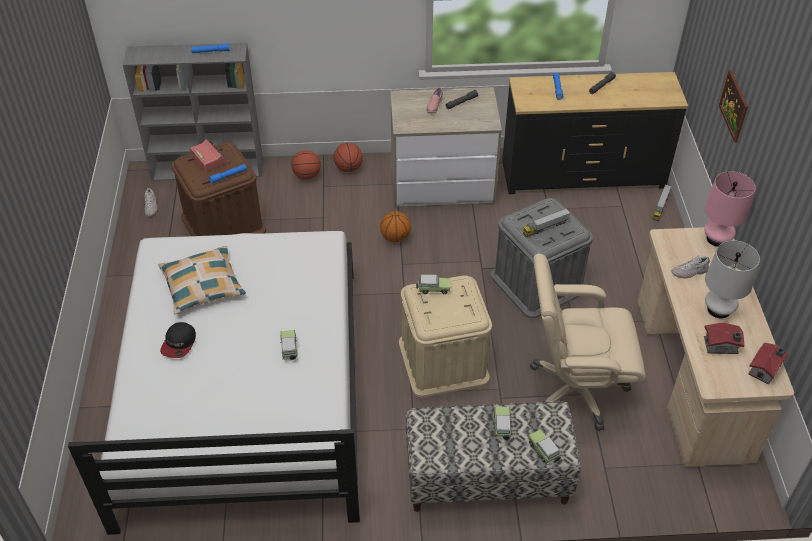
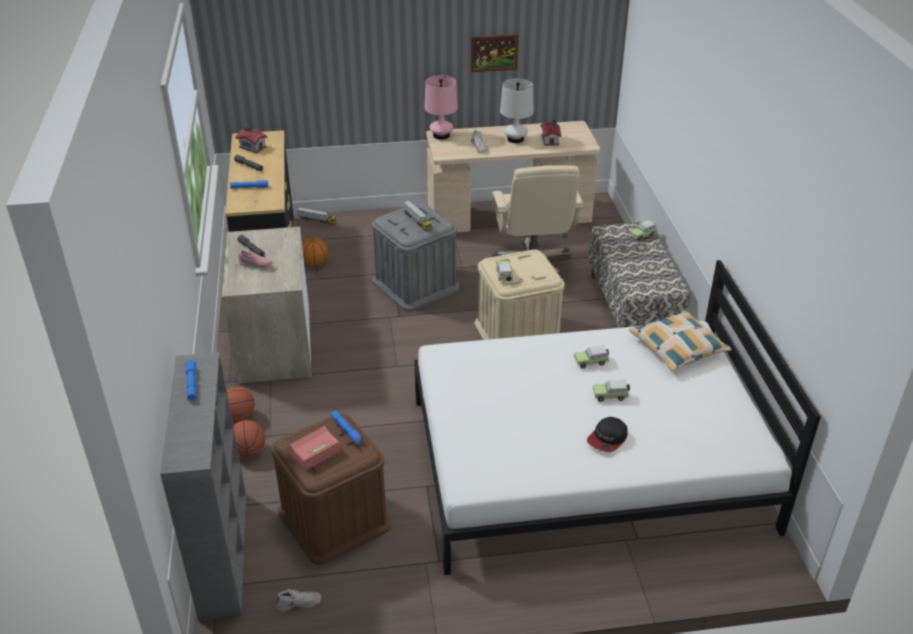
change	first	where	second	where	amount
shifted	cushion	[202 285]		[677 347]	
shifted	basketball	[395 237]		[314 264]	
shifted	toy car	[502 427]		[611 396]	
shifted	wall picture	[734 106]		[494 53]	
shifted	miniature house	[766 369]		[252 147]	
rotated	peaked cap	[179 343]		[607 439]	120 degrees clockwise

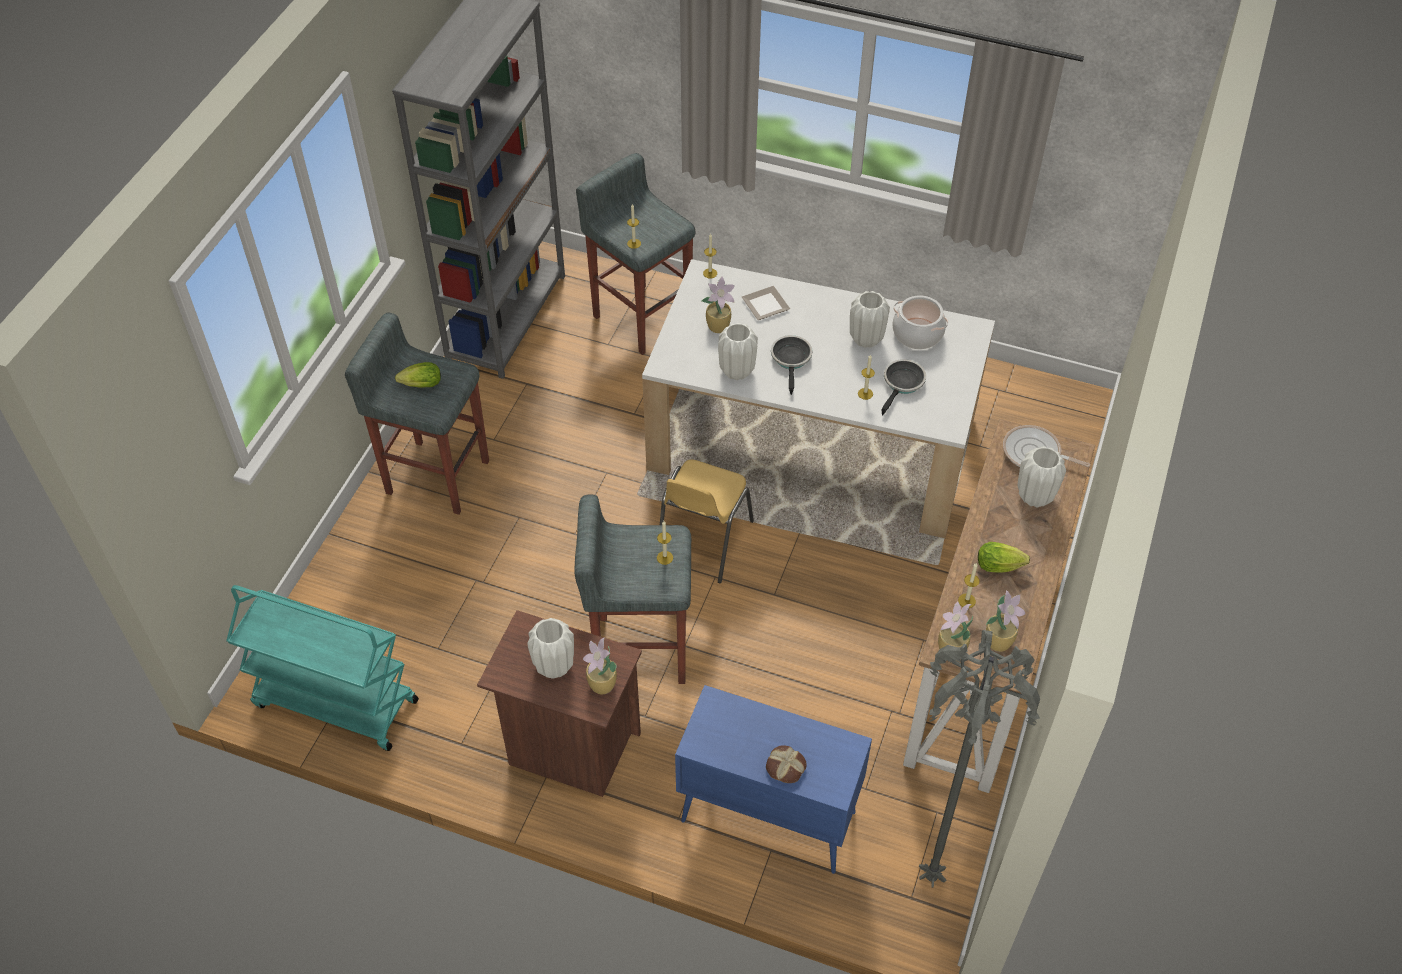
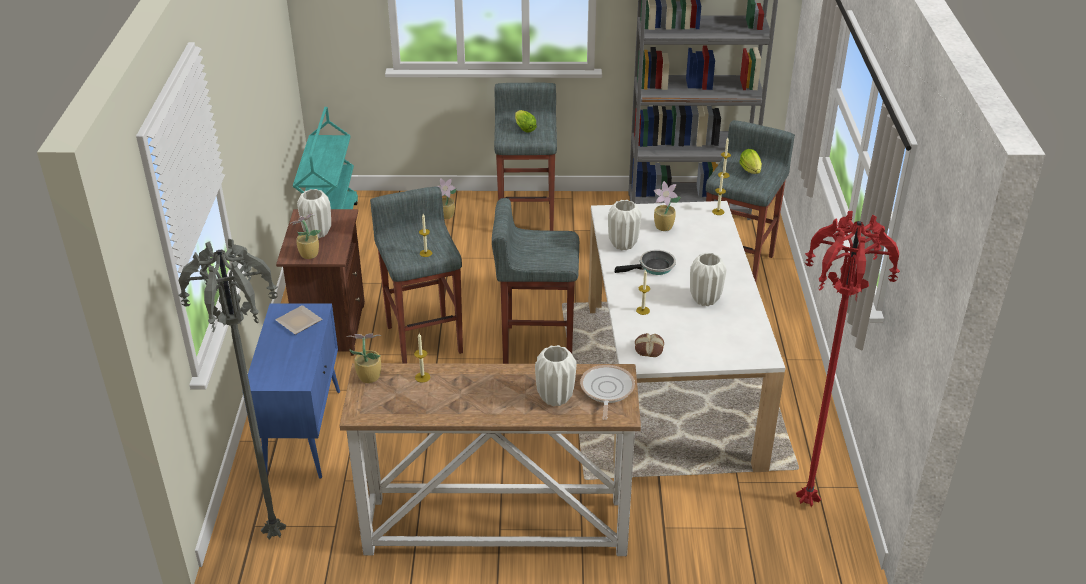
change	first	where	second	where	amount
gone	frying pan	[902 384]			
gone	cooking pot	[918 334]			
new			red standing lamp	[804 501]	
shifted	flat dish	[765 306]		[297 322]	
shifted	baked bread	[785 767]		[648 348]	
shifted	lettuce	[1001 566]		[751 172]	
shifted	potted plant	[999 641]		[447 216]	
swapped	yellow-coloured upright chair	[703 541]	grey stool seat	[537 345]	

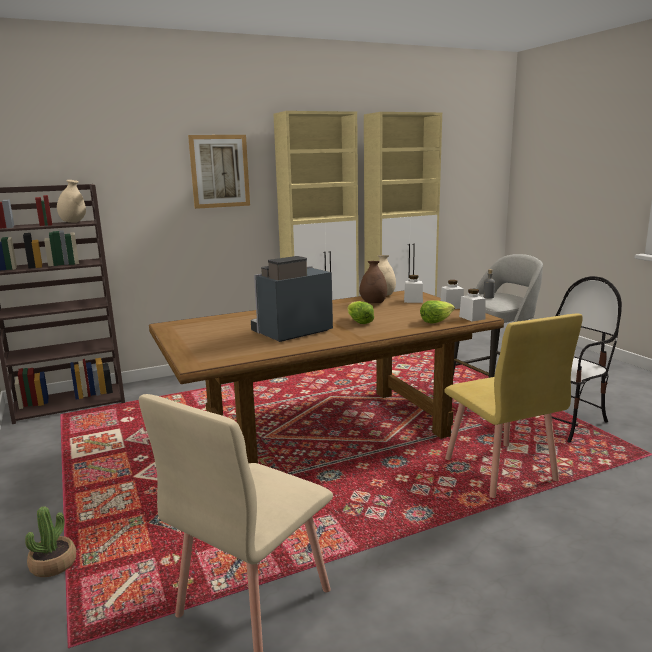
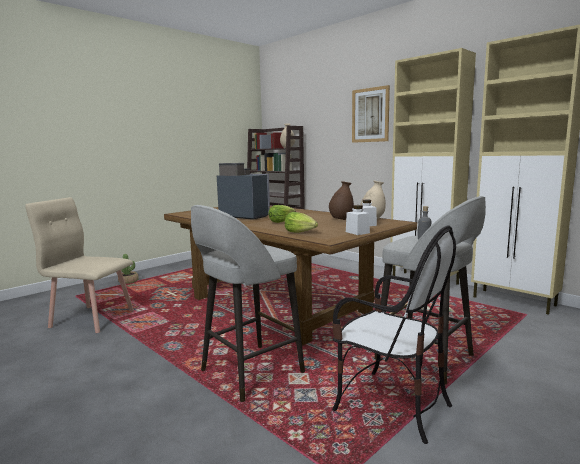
change	first	where	second	where	amount
gone	white storage jar	[472 318]			
swapped	yellow-coloured upright chair	[499 470]	grey stool seat	[249 372]	

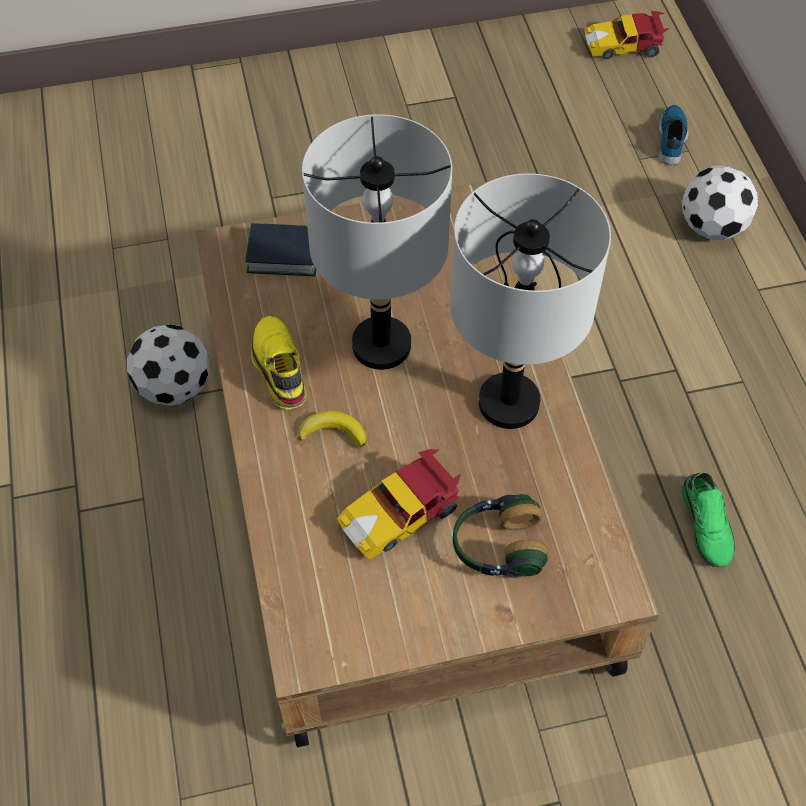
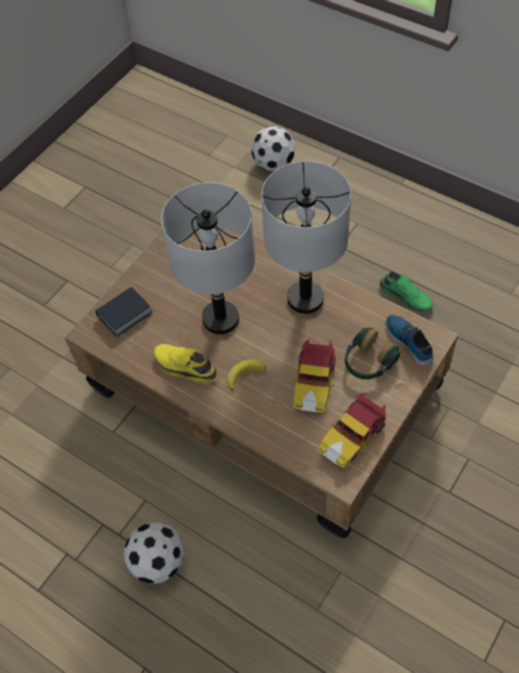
change	first	where	second	where	amount
shifted	football ball	[174 387]		[157 562]	
shifted	toy car	[624 46]		[352 436]	
shifted	shoe	[672 139]		[409 341]	

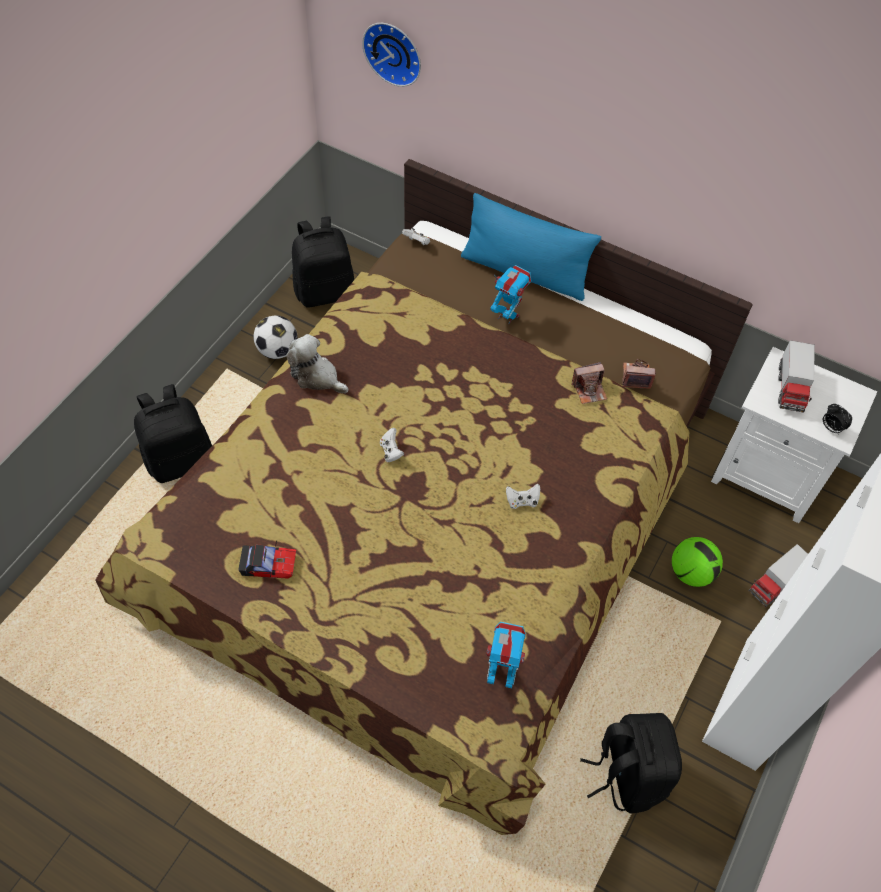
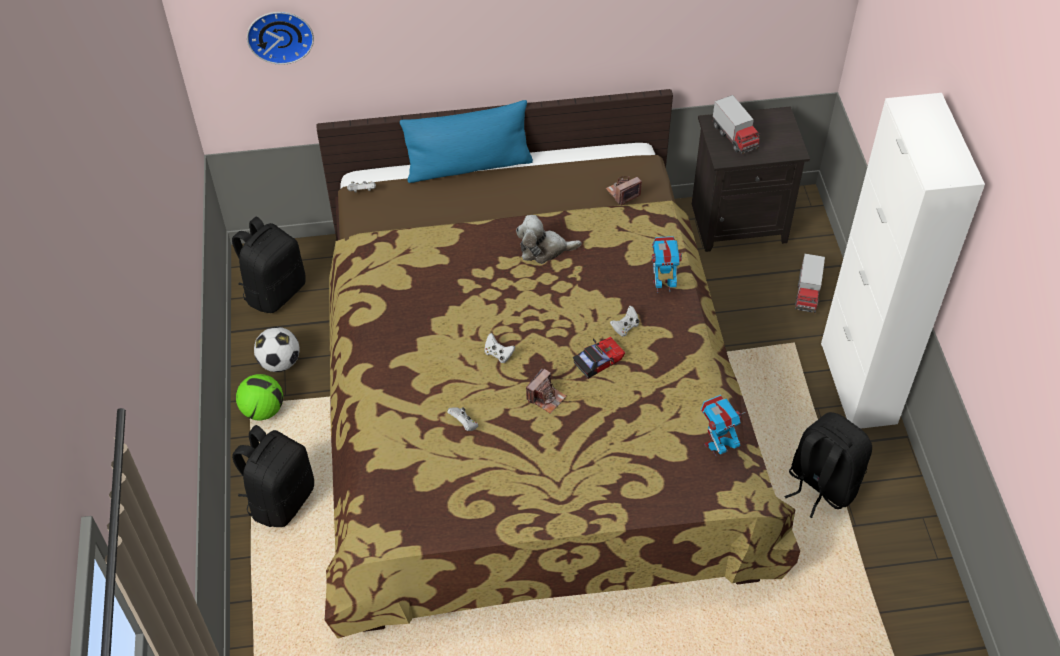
change	first	where	second	where	amount
gone	alarm clock	[831 428]			
new			white game controller	[464 424]	
shifted	toy car	[268 564]		[598 360]	
shifted	soft toy	[317 376]		[544 249]	
shifted	model robot	[507 316]		[662 286]	
shifted	still camera	[589 390]		[546 397]	
shifted	football ball	[691 572]		[263 410]	
repainted	white nightstand	[769 474]	black nightstand	[740 221]	

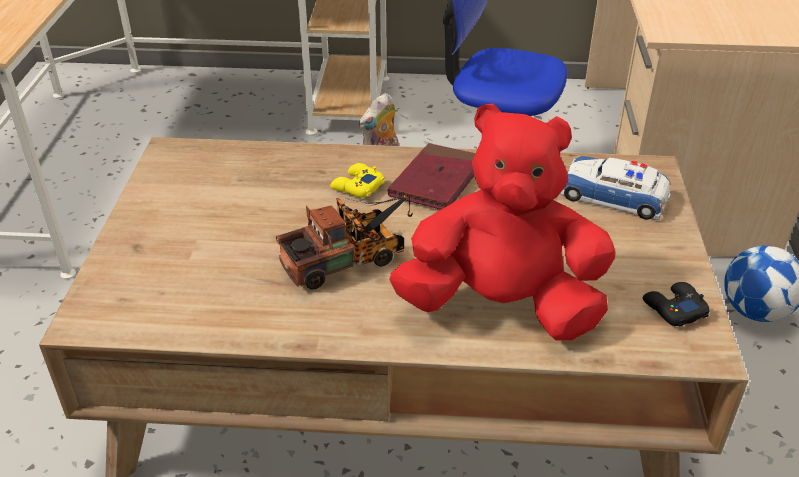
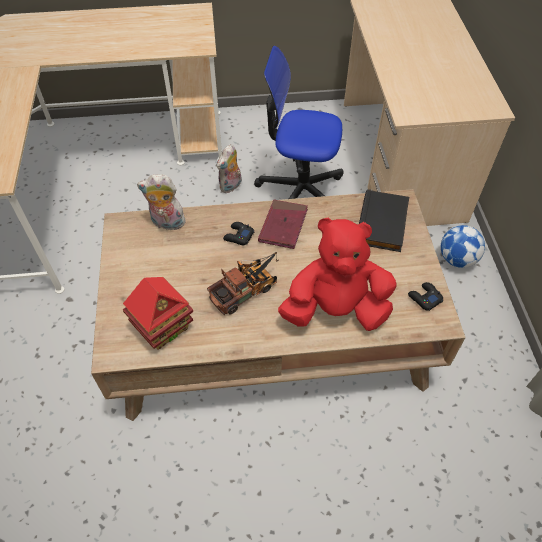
change	first	where	second	where	amount
new			miniature house	[163 327]	
new			soft toy	[166 223]	
swapped	toy car	[614 196]	black volume	[383 224]	
repainted	yellow-coloured game controller	[357 186]	black game controller	[238 236]	

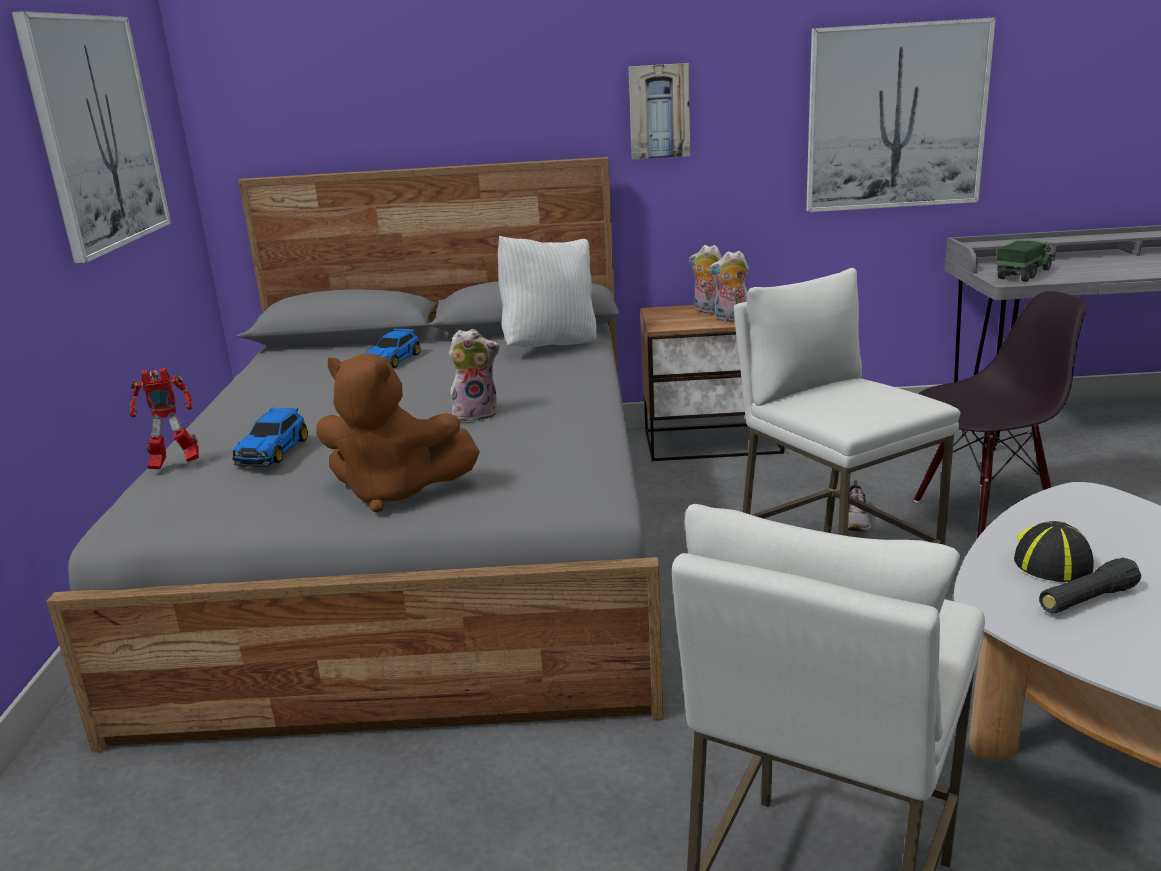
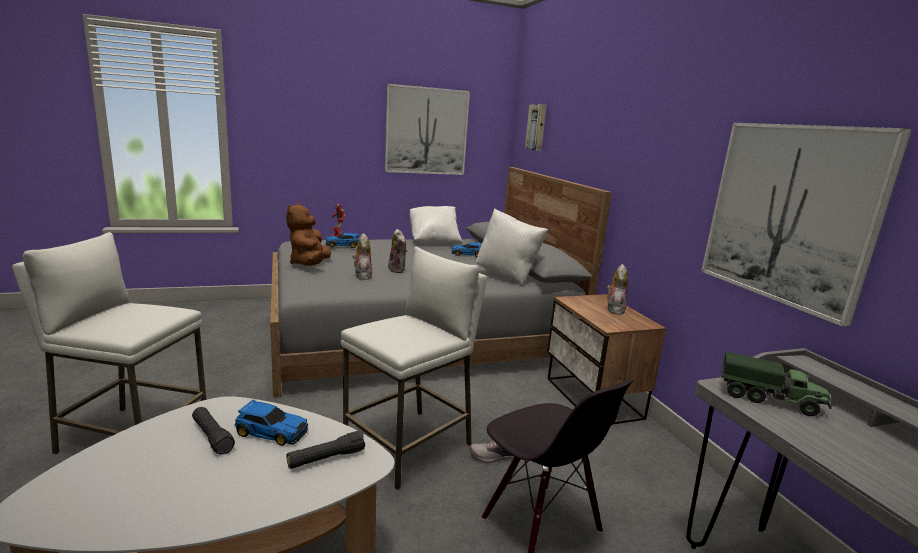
change	first	where	second	where	amount
new			black torch	[326 458]	
new			white cushion	[434 242]	
shifted	wall picture	[659 111]		[537 127]	
shifted	soft toy	[731 320]		[362 276]	
swapped	peaked cap	[1050 556]	toy car	[271 431]	

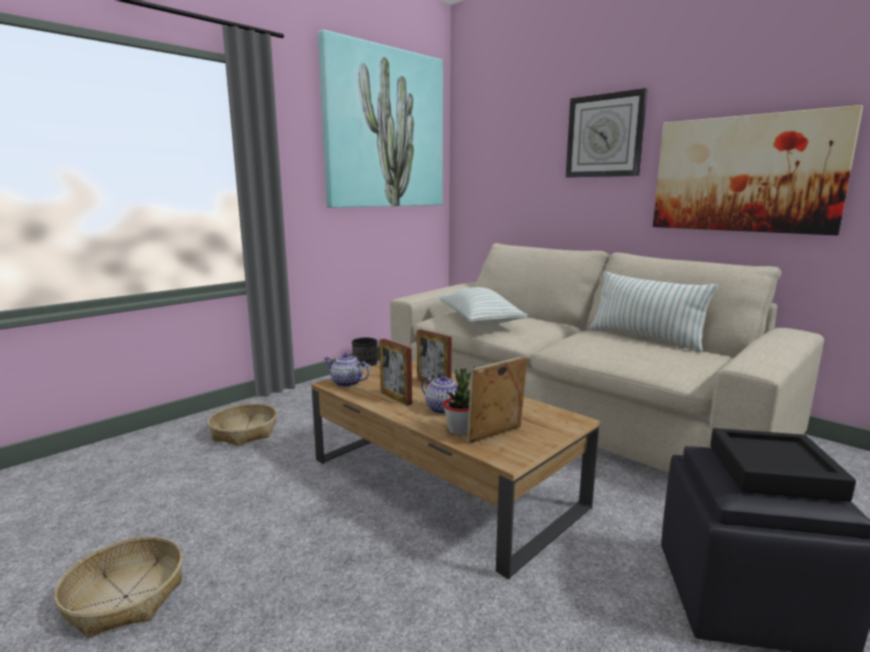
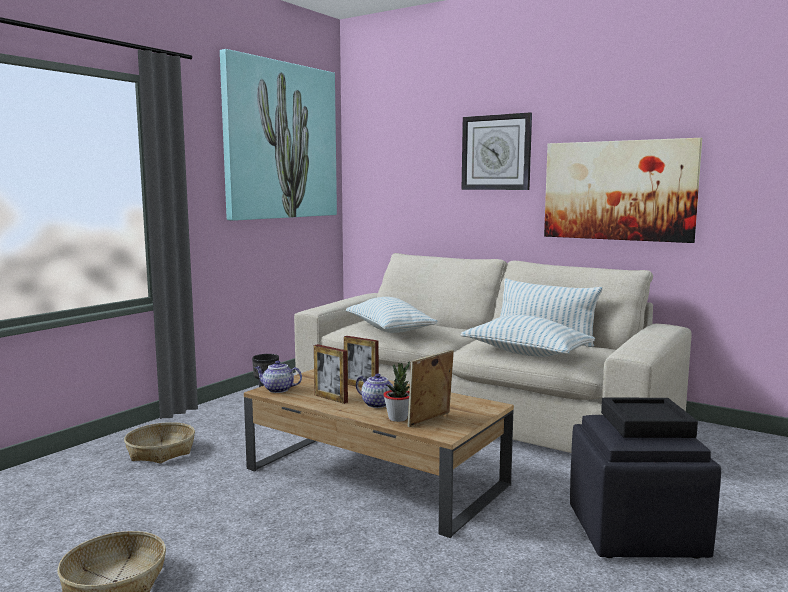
change	first	where	second	where	amount
new			cushion	[526 353]	

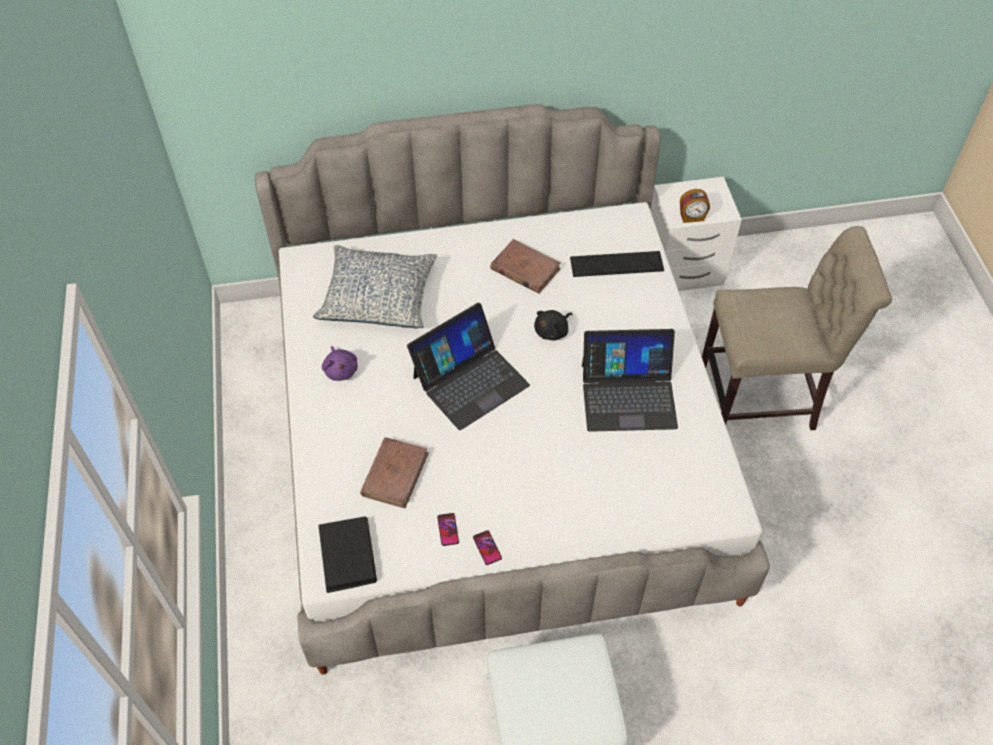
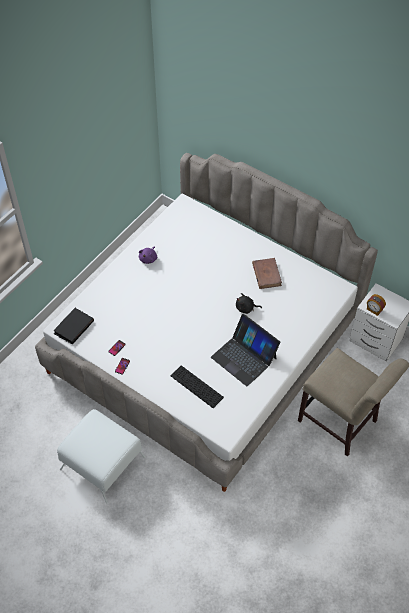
change	first	where	second	where	amount
gone	cushion	[378 297]			
gone	brown-coloured volume	[395 474]			
gone	laptop	[470 380]			
shifted	PC keyboard	[616 264]		[196 386]	

